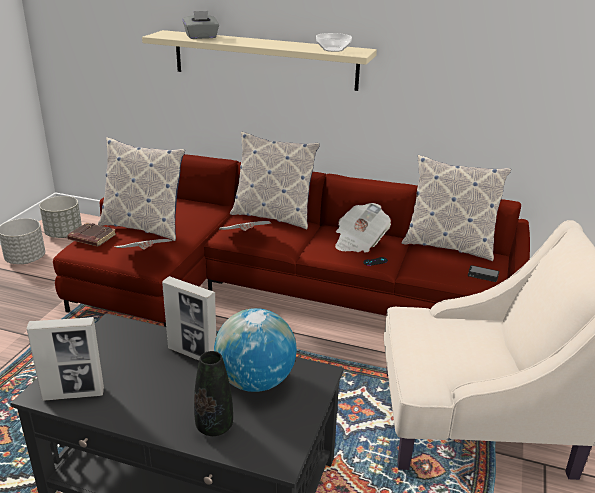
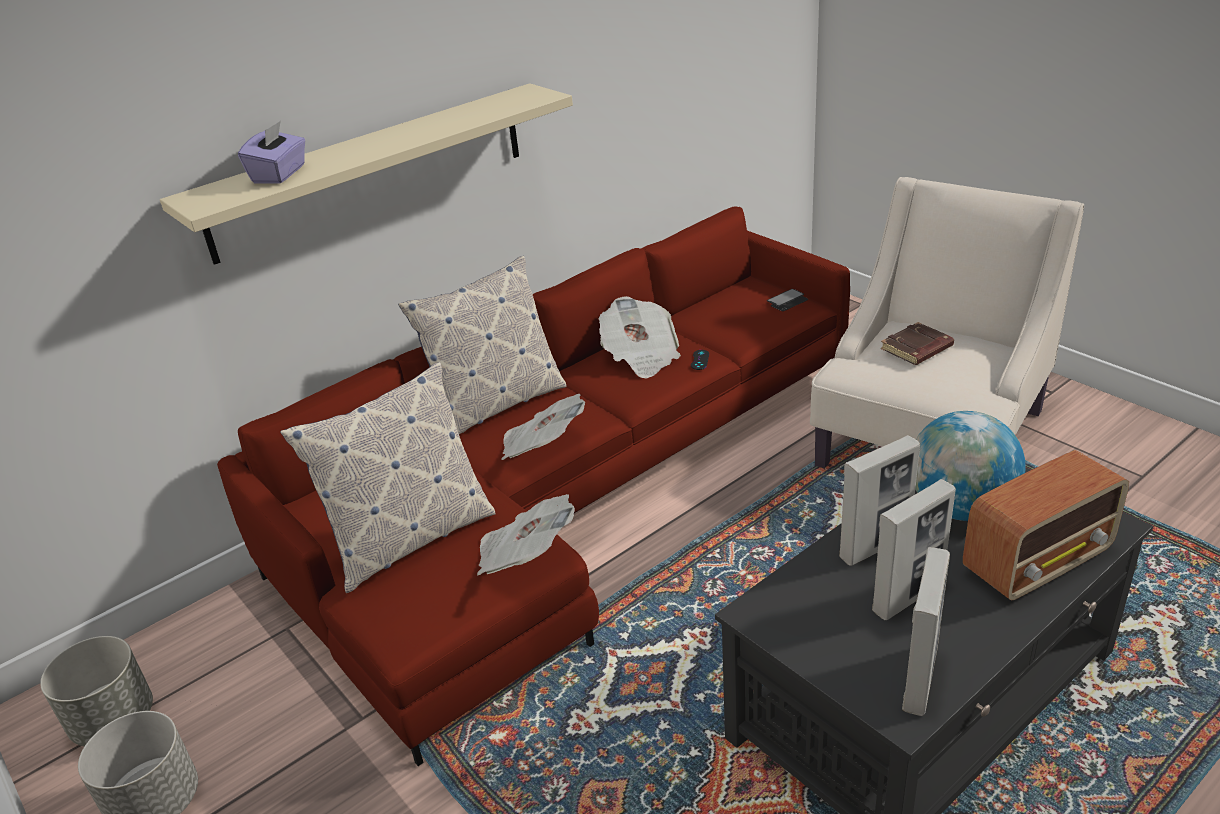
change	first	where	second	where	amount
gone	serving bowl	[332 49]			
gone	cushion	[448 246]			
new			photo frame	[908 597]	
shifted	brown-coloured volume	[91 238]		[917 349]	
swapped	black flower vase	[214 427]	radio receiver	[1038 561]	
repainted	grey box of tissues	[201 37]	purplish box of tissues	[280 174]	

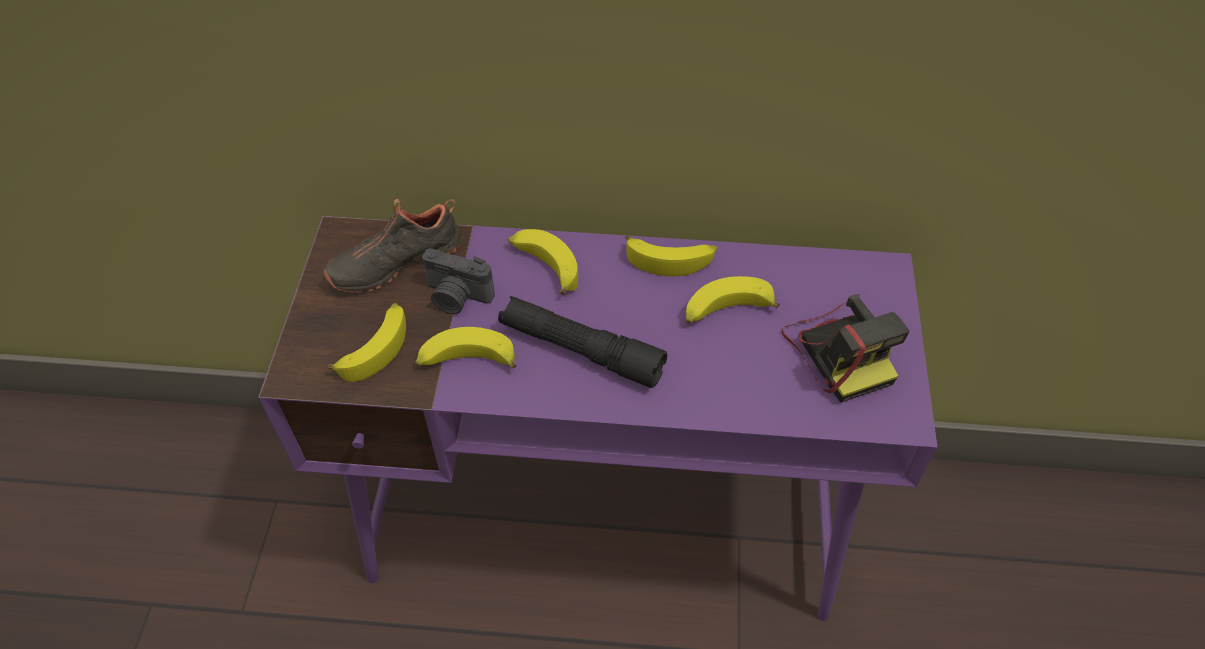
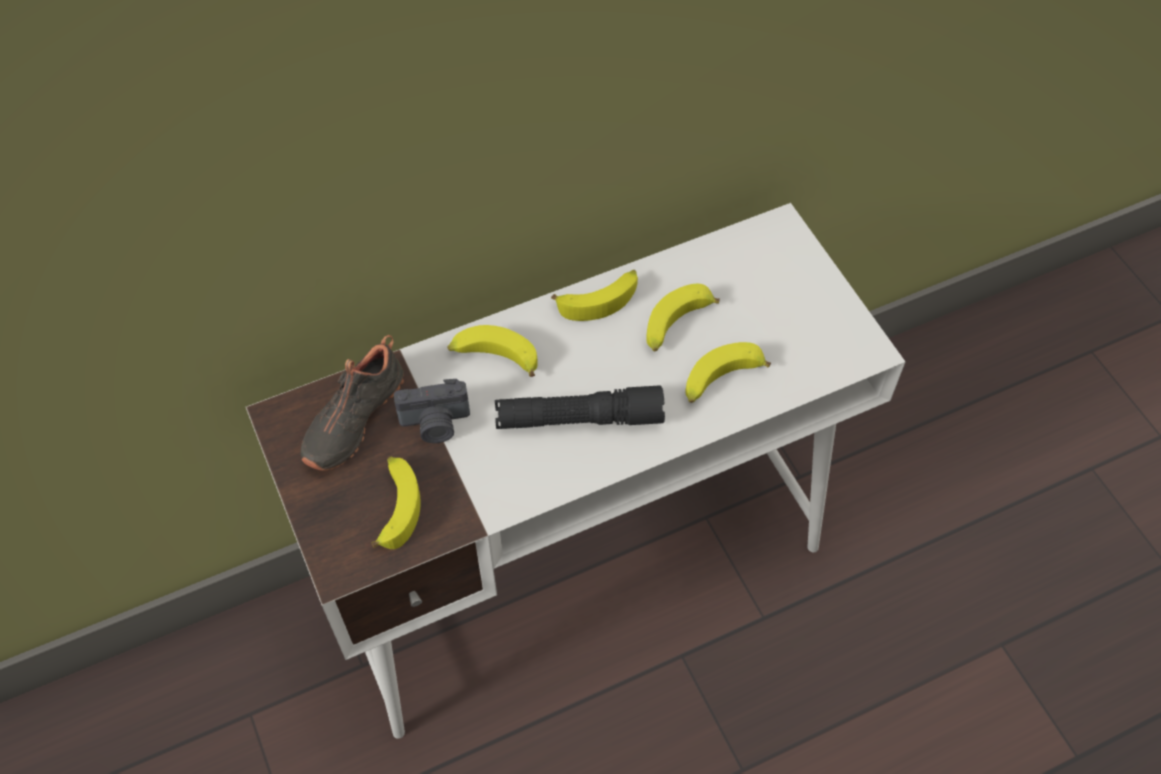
change	first	where	second	where	amount
gone	still camera	[839 351]			
shifted	banana	[466 361]		[721 381]	
repainted	purplish desk table	[605 522]	white desk table	[581 566]	

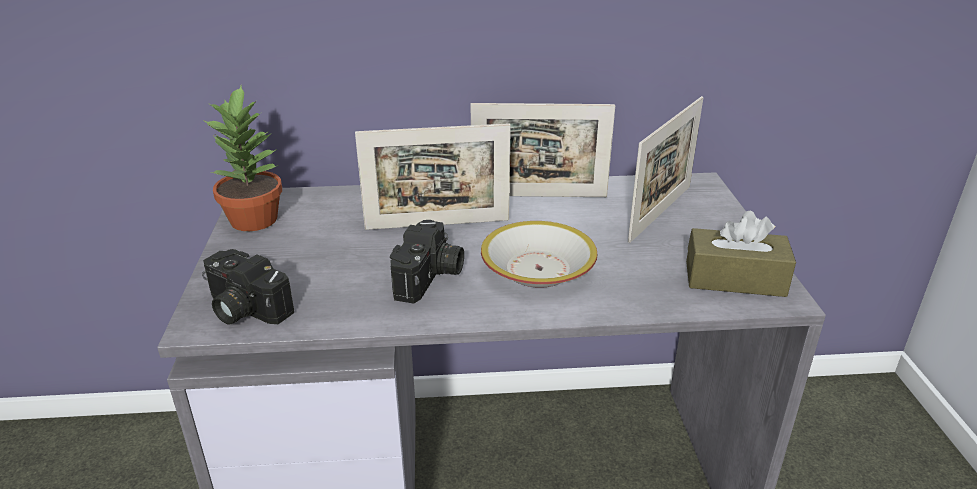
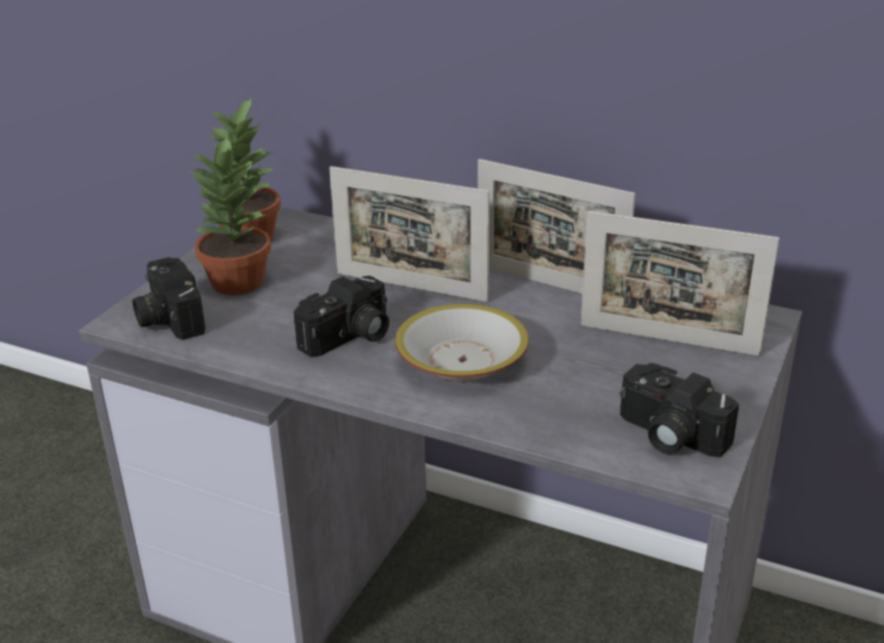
change	first	where	second	where	amount
new			potted plant	[236 283]	
swapped	brown-coloured box of tissues	[734 279]	still camera	[668 435]	
rotated	photo frame	[660 213]		[668 340]	45 degrees clockwise

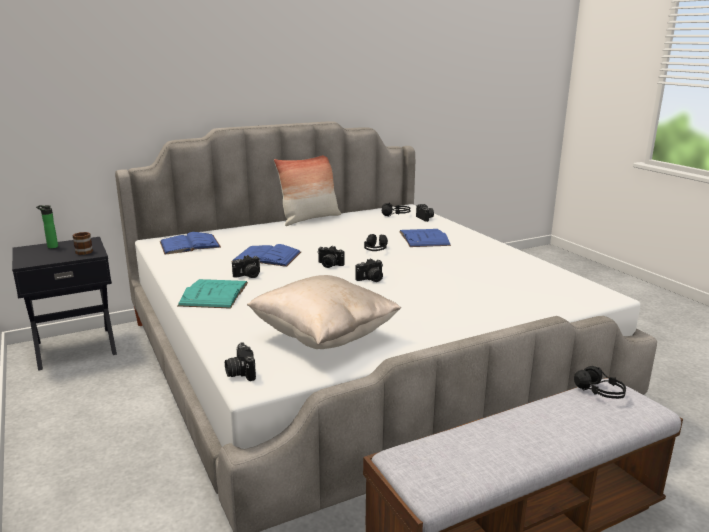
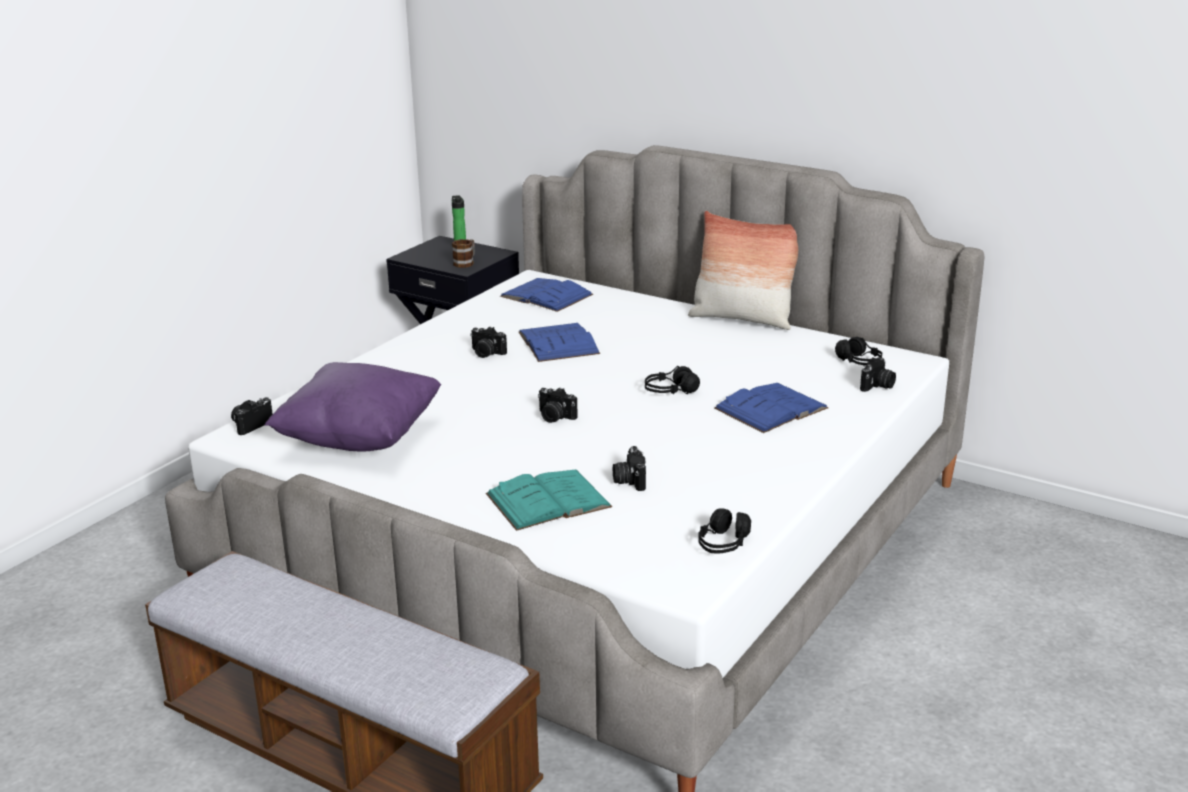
change	first	where	second	where	amount
shifted	blue-green volume	[214 294]		[548 500]	
shifted	still camera	[329 265]		[629 480]	
shifted	black headphones	[599 392]		[723 544]	
repainted	beige-coloured cushion	[324 337]	purplish cushion	[359 438]	

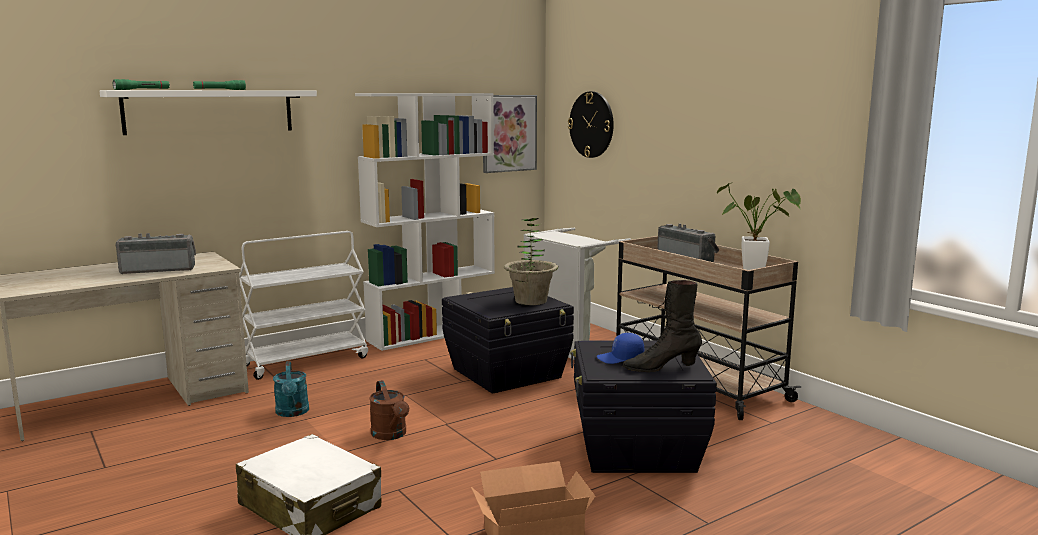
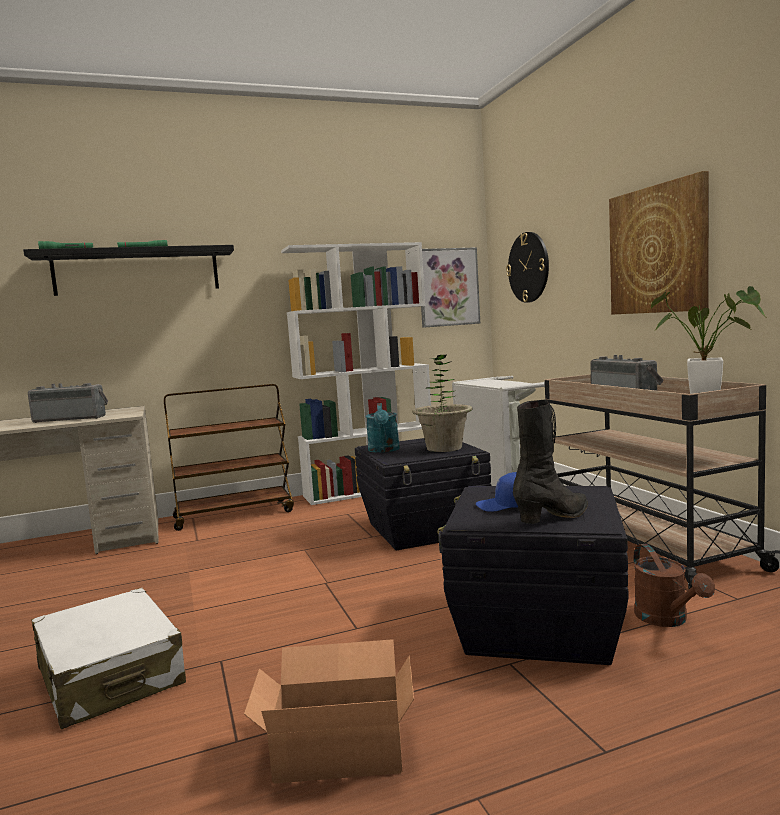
change	first	where	second	where	amount
new			wall picture	[658 250]	
shifted	blue-green watering pot	[292 413]		[384 450]	
shifted	brown-coloured watering pot	[391 435]		[667 619]	
repainted	white shelf	[210 111]	black shelf	[137 272]	
repainted	white cart	[306 361]	brown-coloured cart	[235 514]	
rotated	black high-top boot	[661 368]		[554 517]	135 degrees clockwise

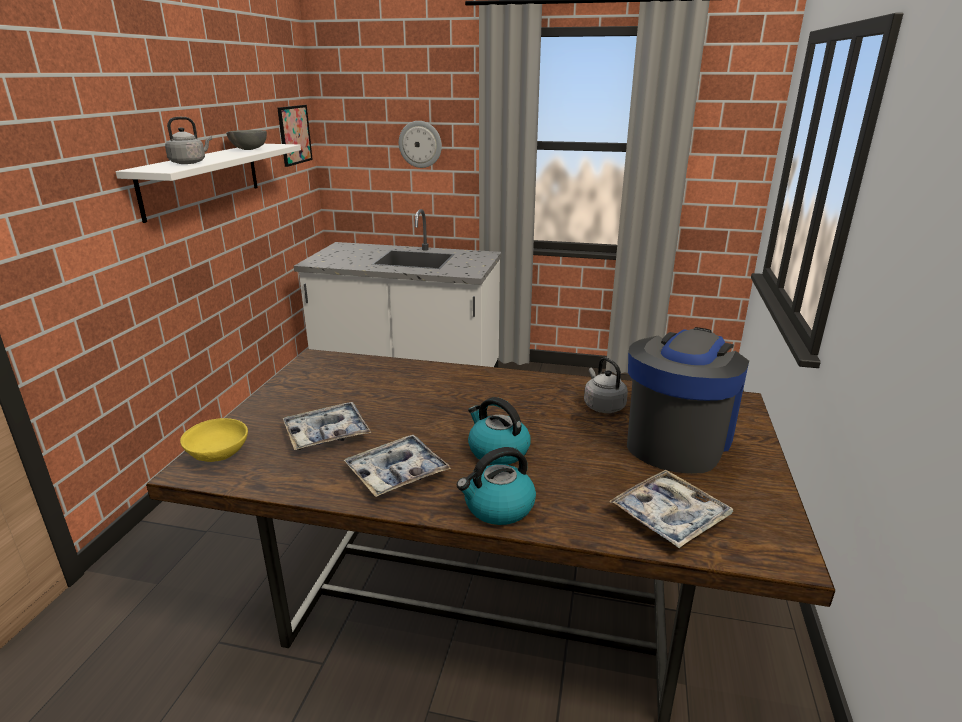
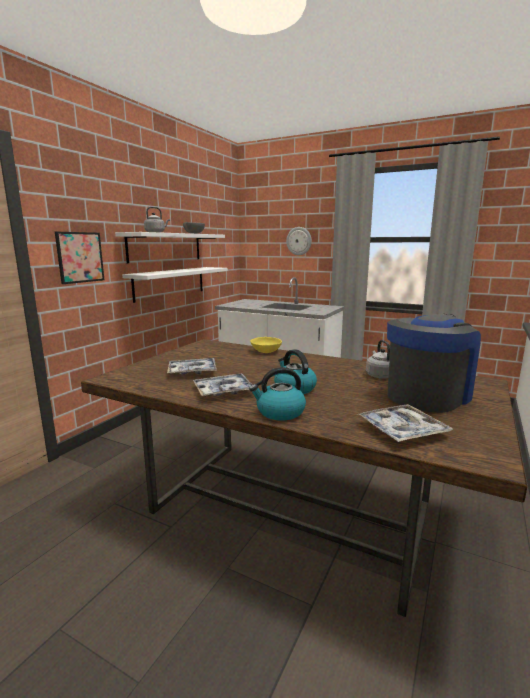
change	first	where	second	where	amount
new			white shelf	[170 283]	
shifted	yellow-coloured serving bowl	[219 453]		[266 352]	
shifted	wall picture	[294 135]		[80 257]	

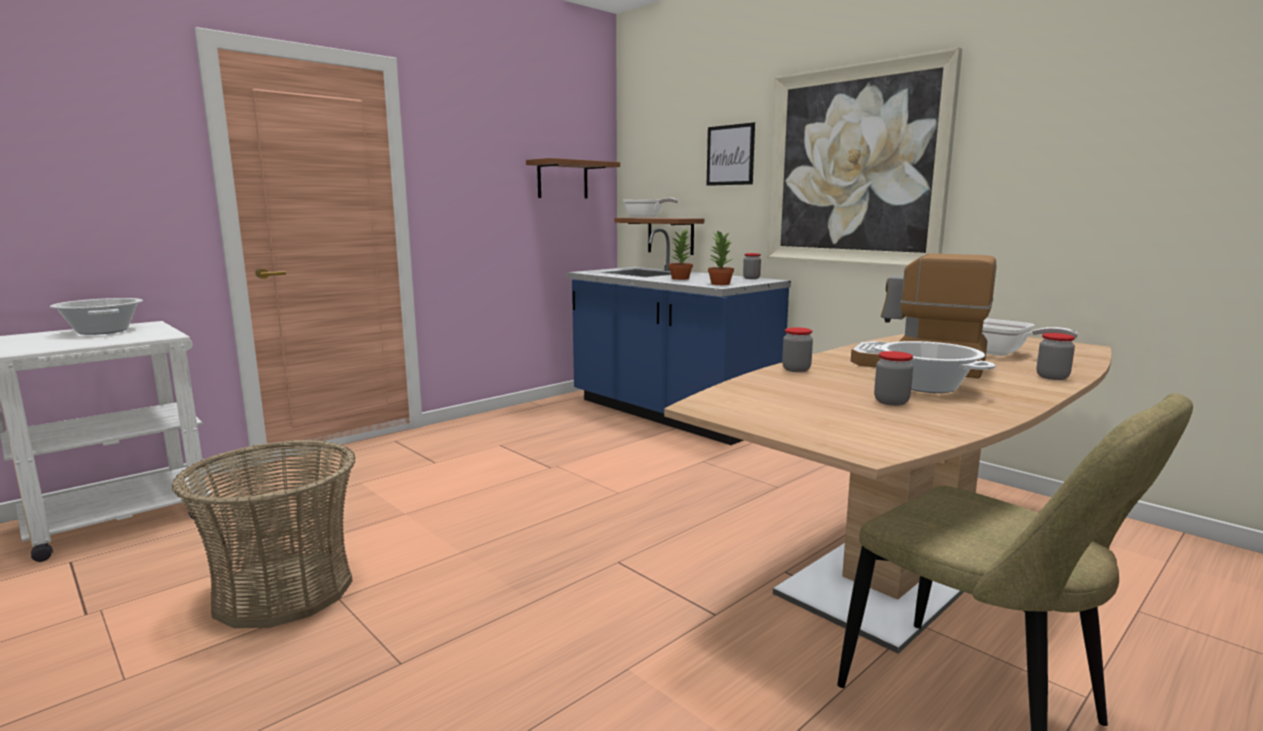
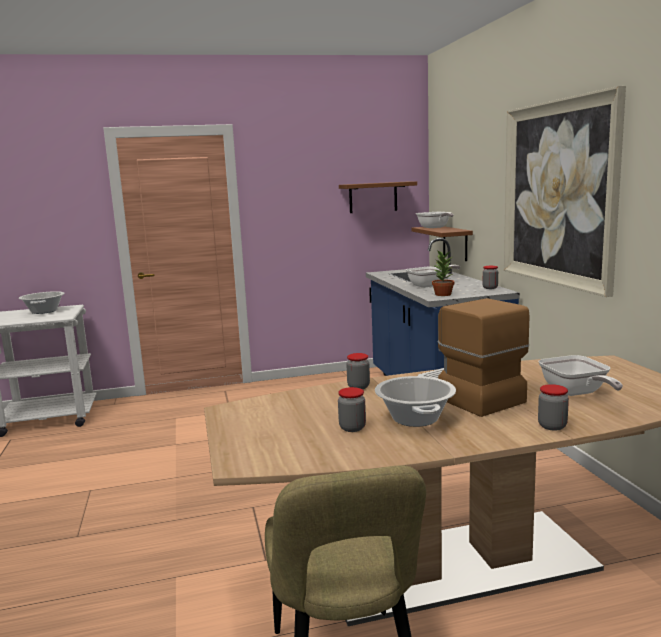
change	first	where	second	where	amount
gone	household basket	[283 591]			
gone	wall picture	[730 155]			
swapped	potted plant	[681 278]	frying pan	[429 285]	

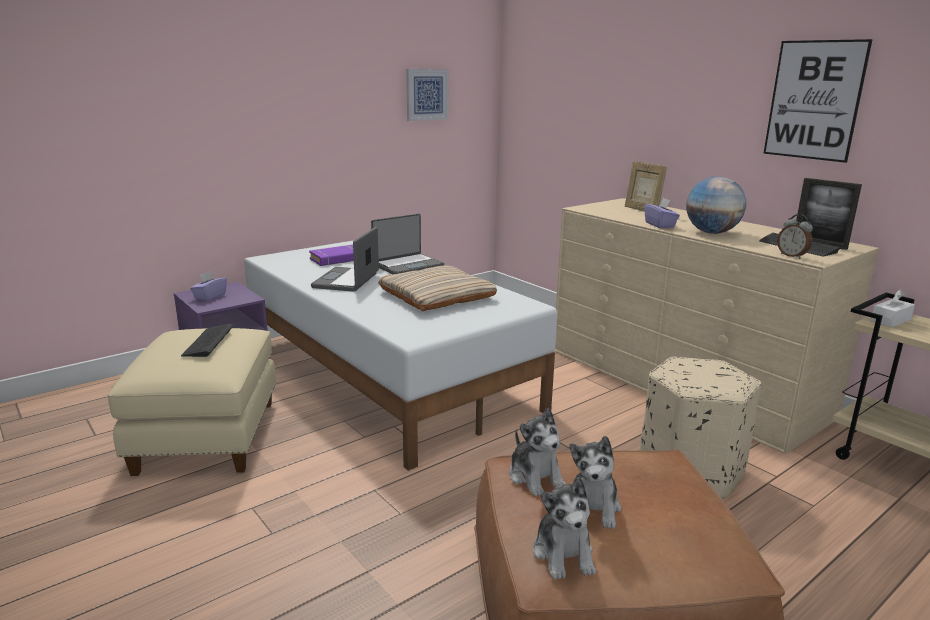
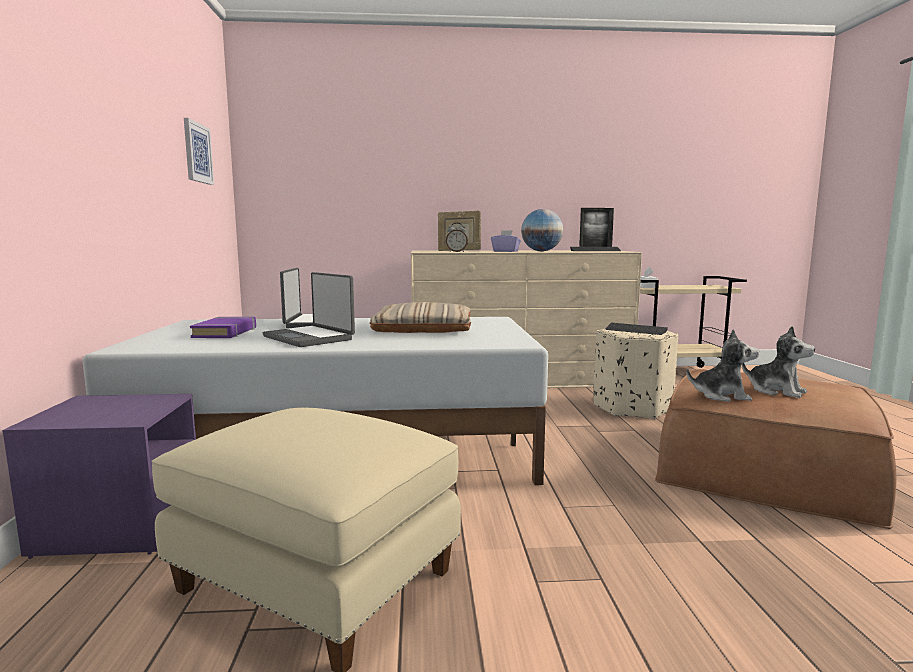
change	first	where	second	where	amount
gone	purplish box of tissues	[210 296]			
gone	soft toy	[563 554]			
gone	wall picture	[814 100]			
shifted	PC keyboard	[208 342]		[635 330]	
shifted	alarm clock	[792 256]		[456 252]	

